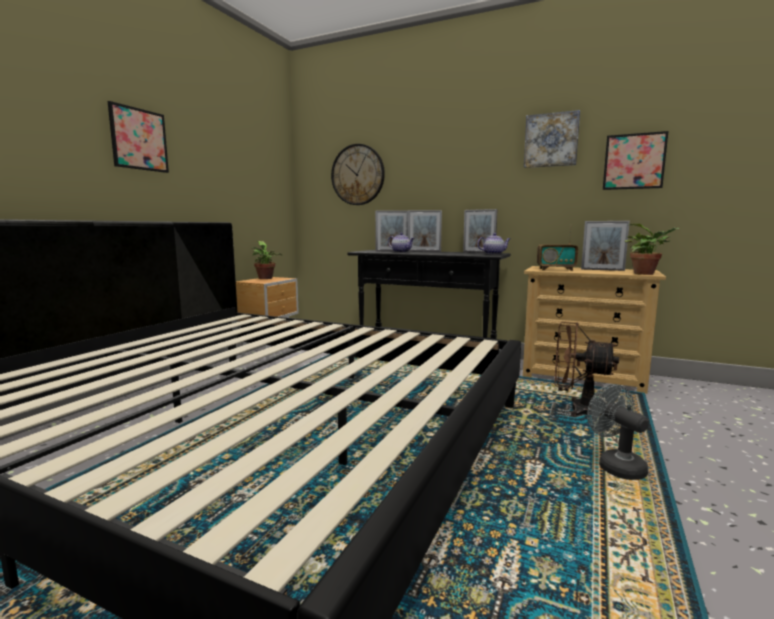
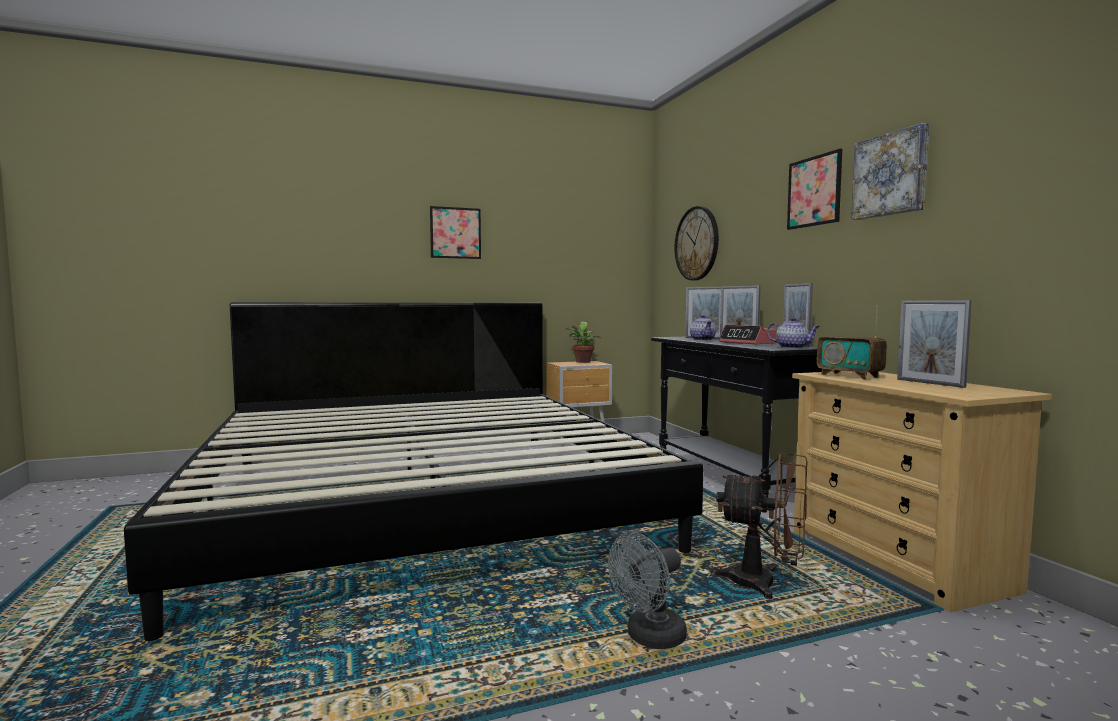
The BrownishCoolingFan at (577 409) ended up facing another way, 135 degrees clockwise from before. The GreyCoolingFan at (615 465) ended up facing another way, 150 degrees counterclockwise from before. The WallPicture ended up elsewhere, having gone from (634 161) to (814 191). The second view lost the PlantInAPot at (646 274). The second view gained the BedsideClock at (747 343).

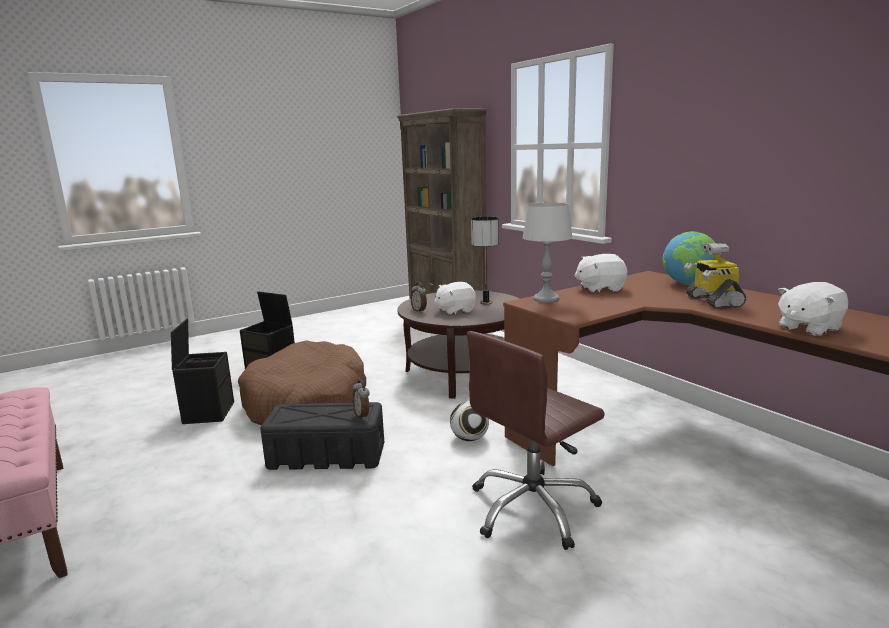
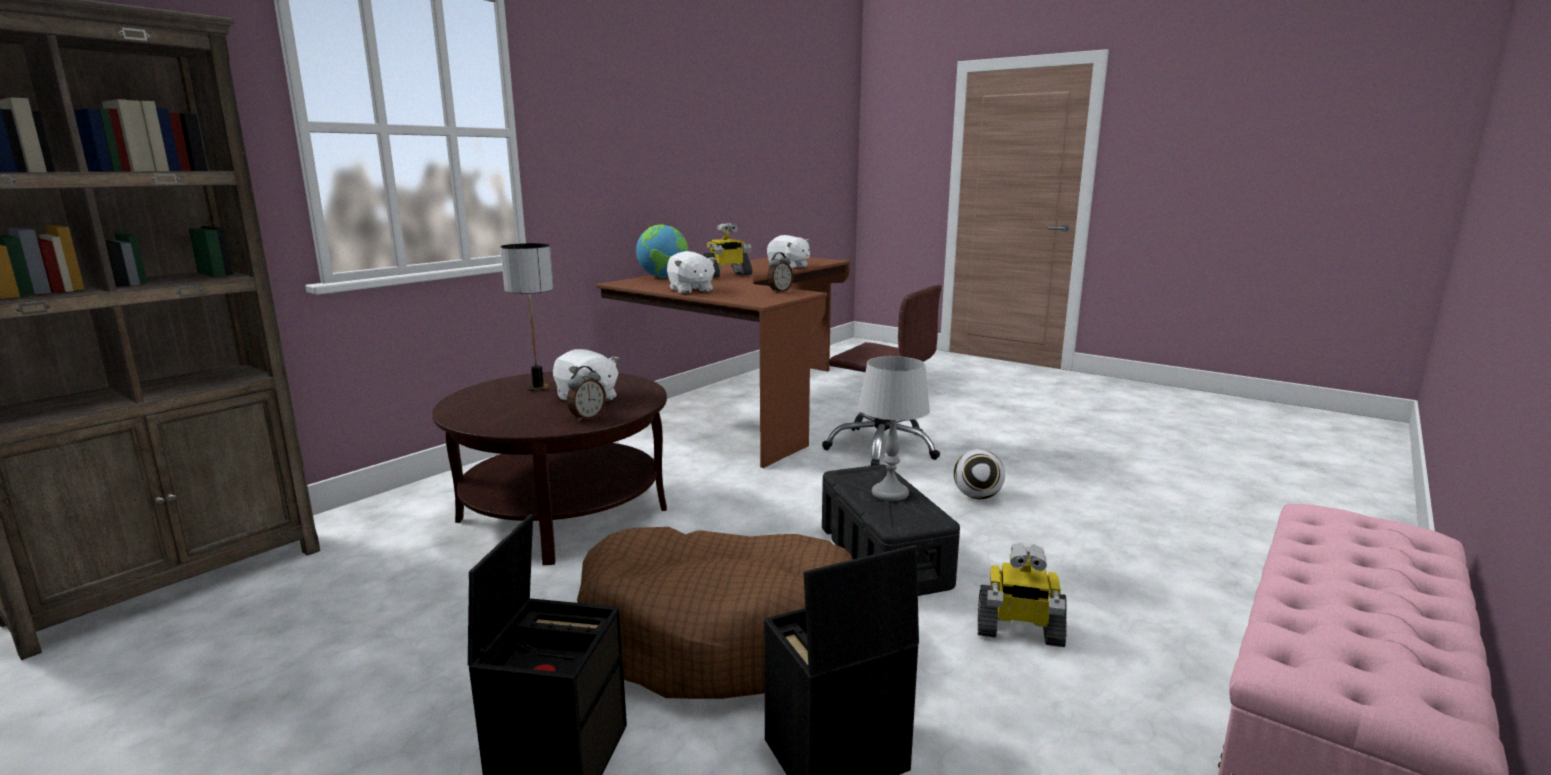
The BedsideClock ended up elsewhere, having gone from (362 416) to (779 291). The Football ended up elsewhere, having gone from (470 438) to (977 496). The GreyTableLamp ended up elsewhere, having gone from (546 299) to (890 493). The second view gained the ModelRobot at (1018 630).

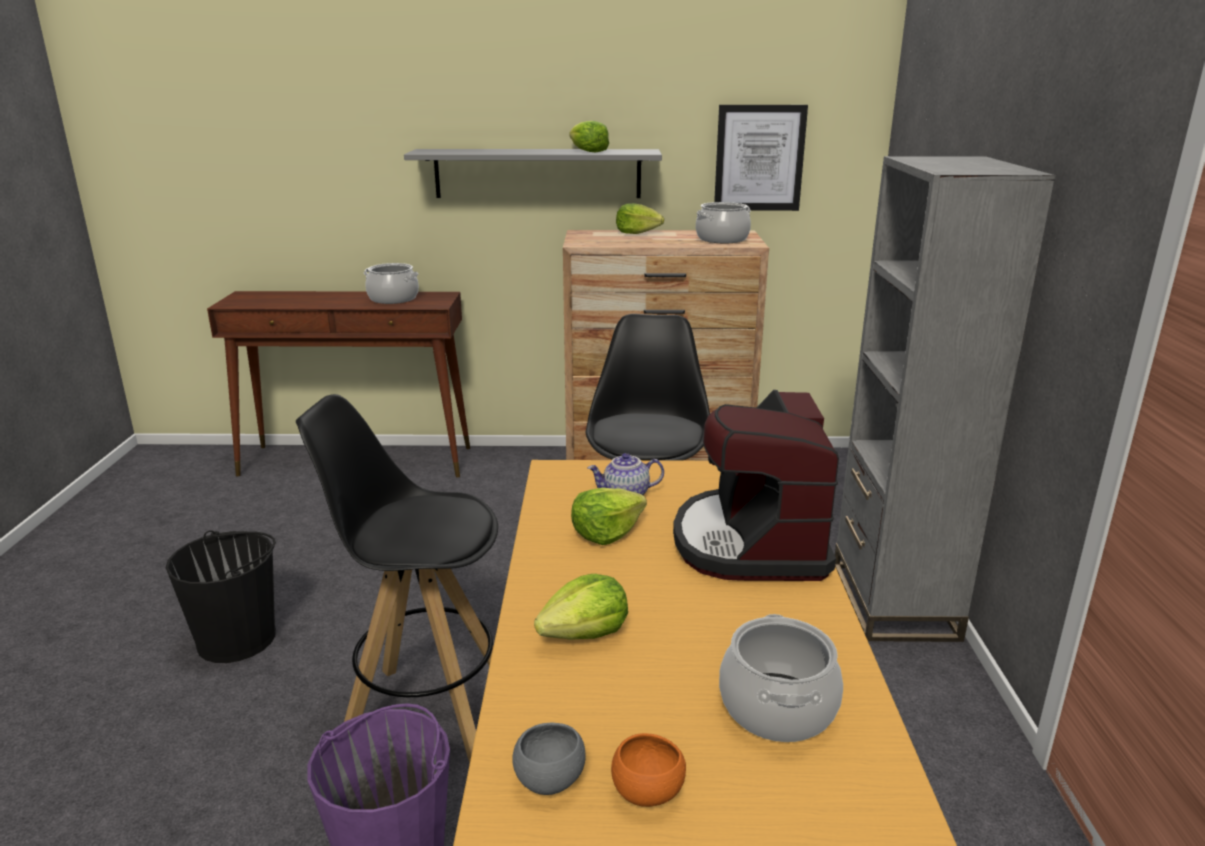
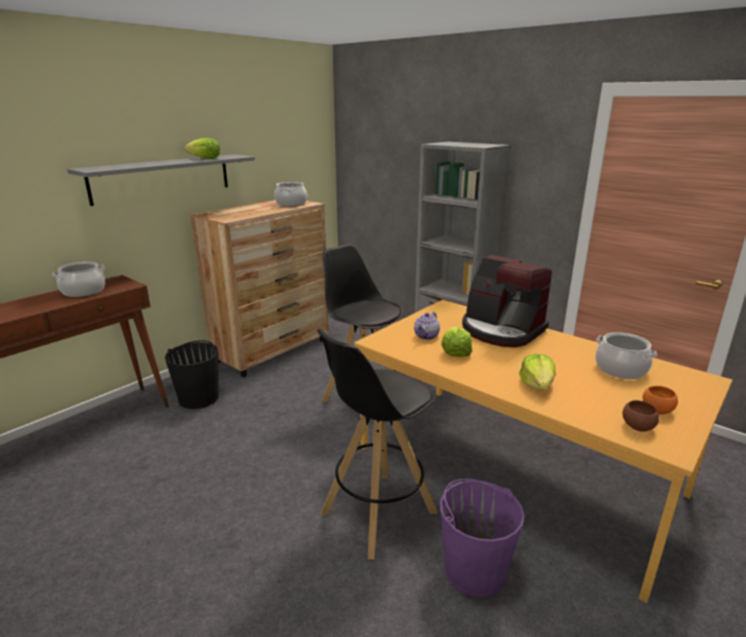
The BlackishPail ended up elsewhere, having gone from (237 639) to (199 398). What was the GreyDeepDish at (550 781) turned into the BrownishDeepDish at (637 427). The second view lost the LettuceHead at (637 233). The second view lost the WallPicture at (759 158).

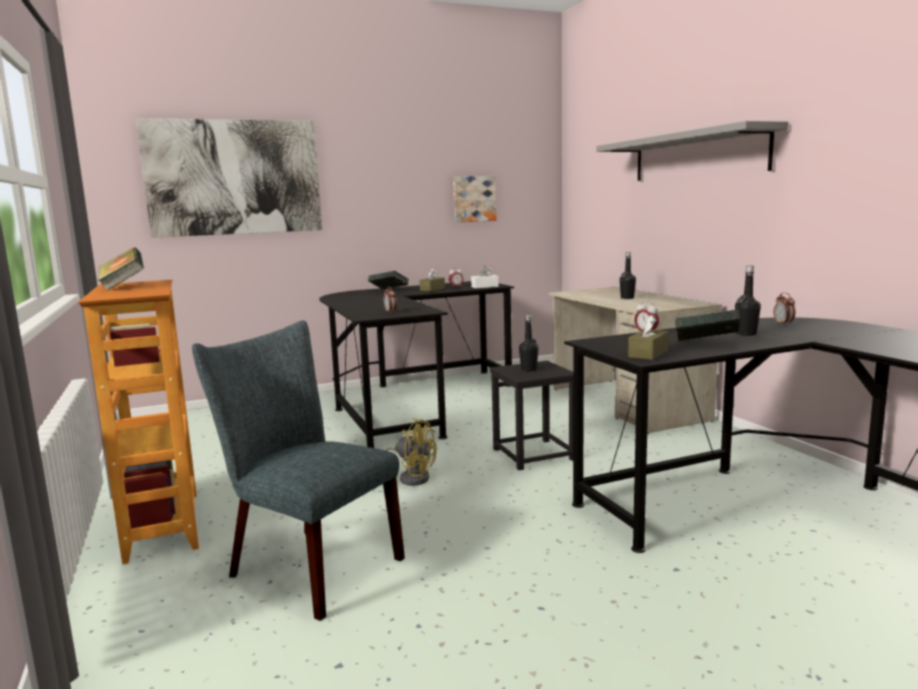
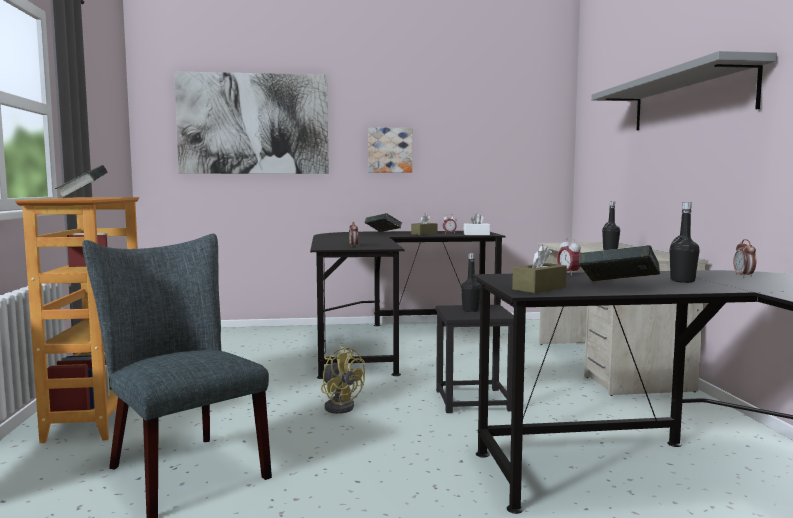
The WallPicture ended up elsewhere, having gone from (473 199) to (389 150).

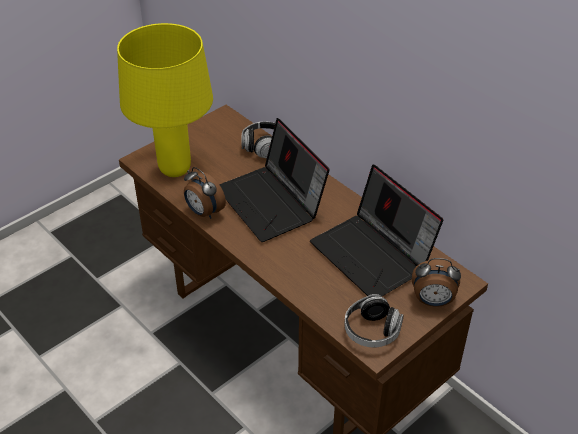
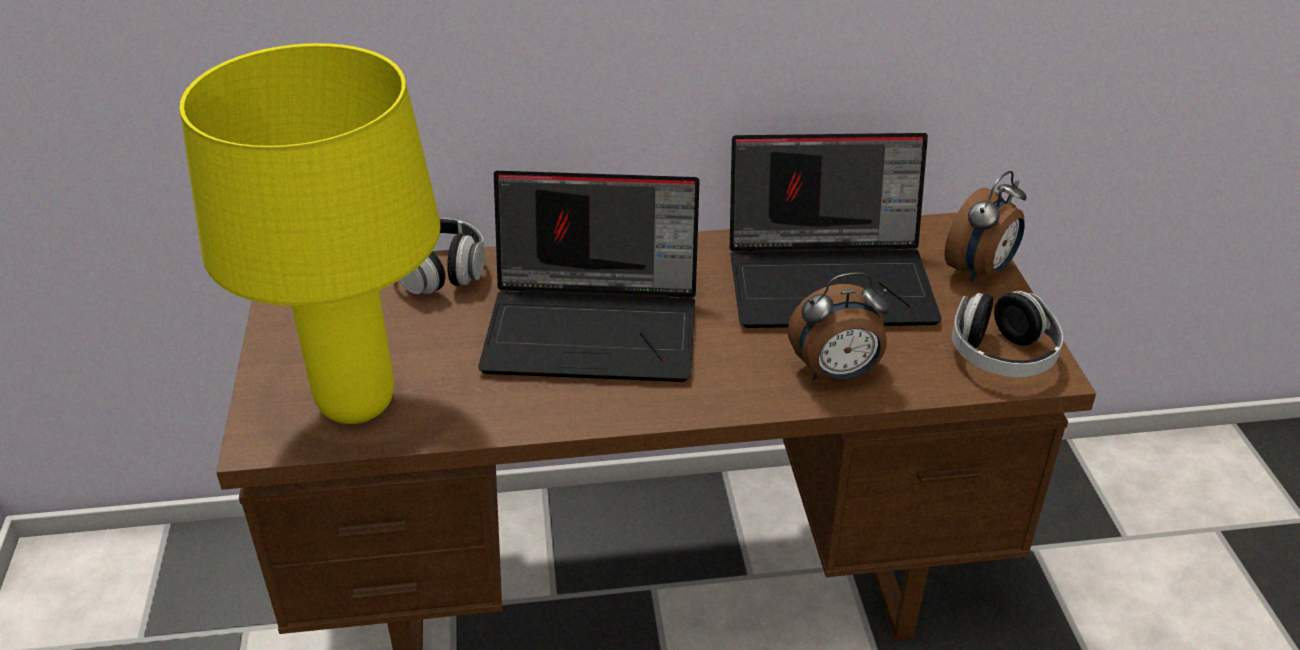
The BedsideClock ended up elsewhere, having gone from (204 212) to (836 374).

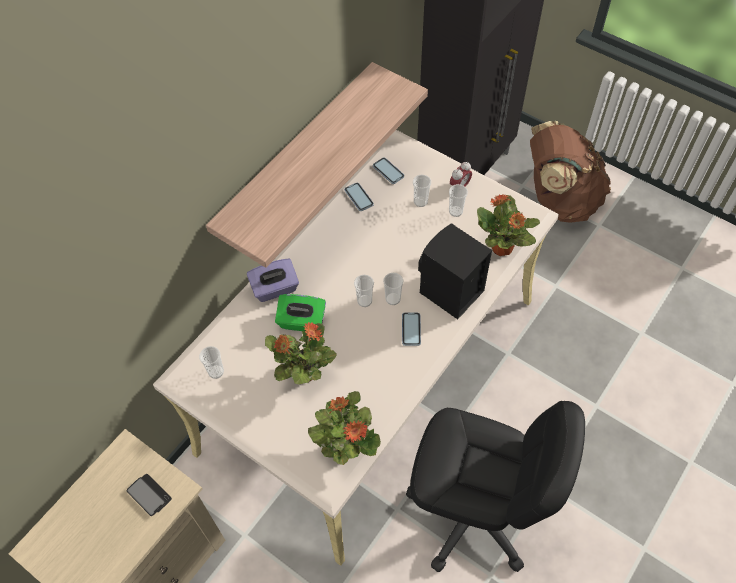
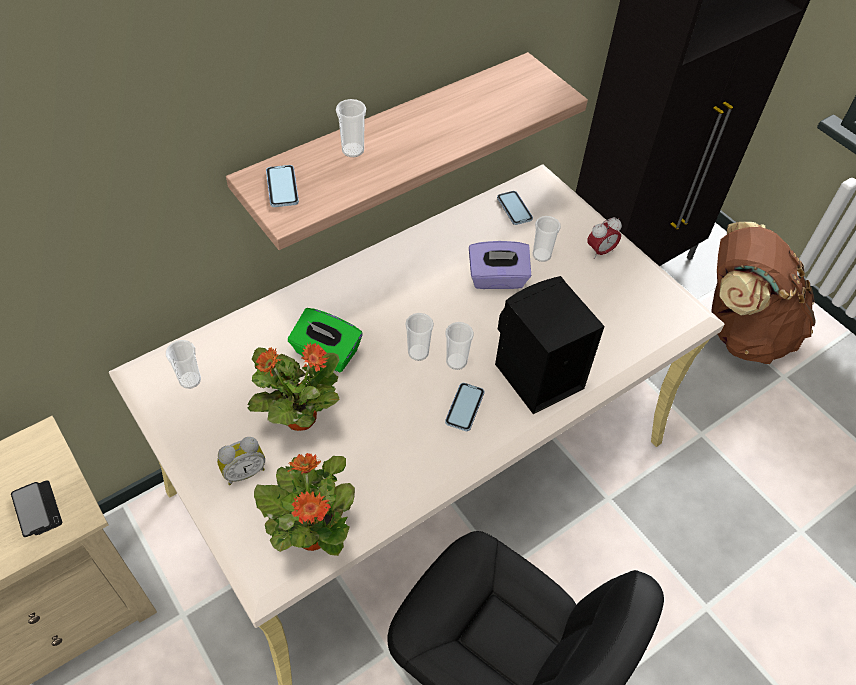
The PurplishBoxOfTissues ended up elsewhere, having gone from (275 289) to (497 279). The Handset ended up elsewhere, having gone from (359 197) to (282 187). The DrinkingCup ended up elsewhere, having gone from (455 211) to (353 150). The second view lost the PlantInAPot at (502 249). The second view gained the BedsideClock at (244 471).

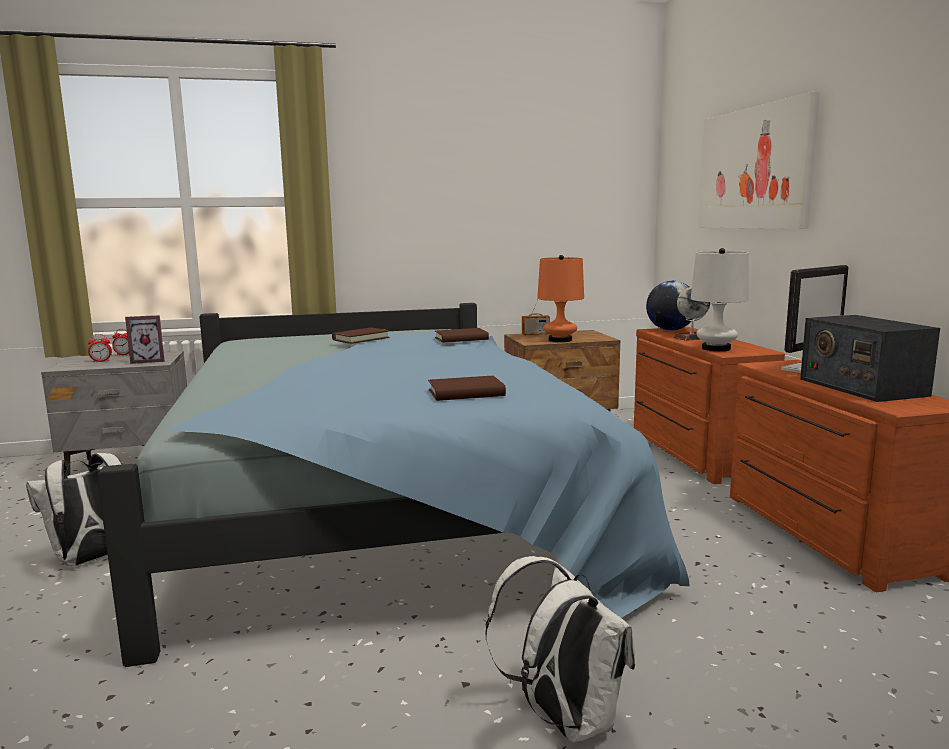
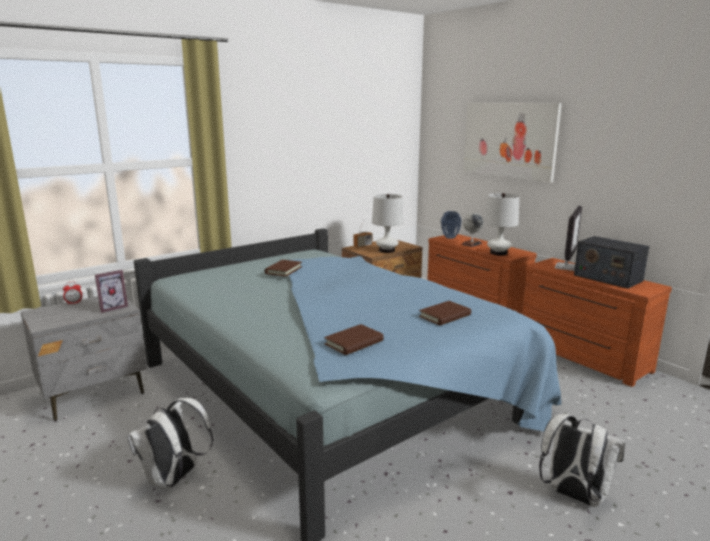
The second view lost the BedsideClock at (101 361). The BrownishBook ended up elsewhere, having gone from (461 339) to (354 342). What was the OrangeColouredTableLamp at (560 340) turned into the WhiteTableLamp at (387 250). Where the Globe stood at (670 330), the Vase came to stand at (449 237).

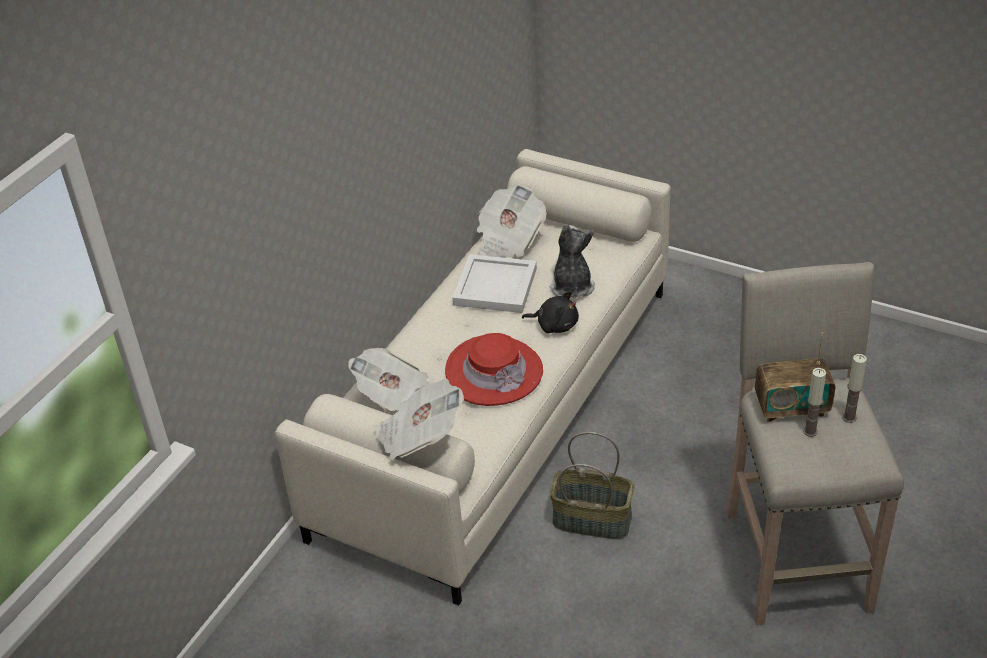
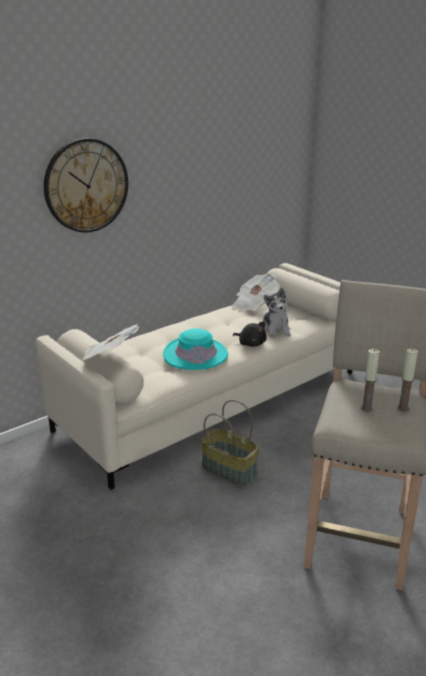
The second view lost the DailyPaper at (397 398). What was the ReddishClothingHat at (494 372) turned into the TurquoiseClothingHat at (195 355). The second view lost the WhiteTray at (494 287). The SoftToy at (571 286) ended up facing another way, 150 degrees clockwise from before. The second view lost the RadioReceiver at (791 408). The second view gained the ClockOnTheWall at (86 185).

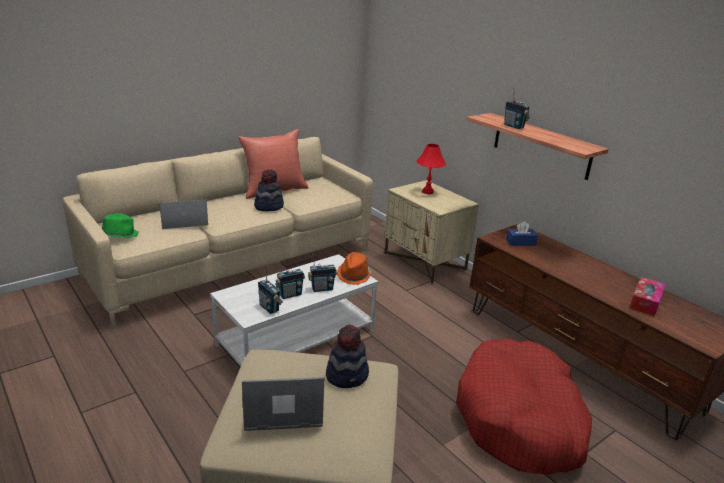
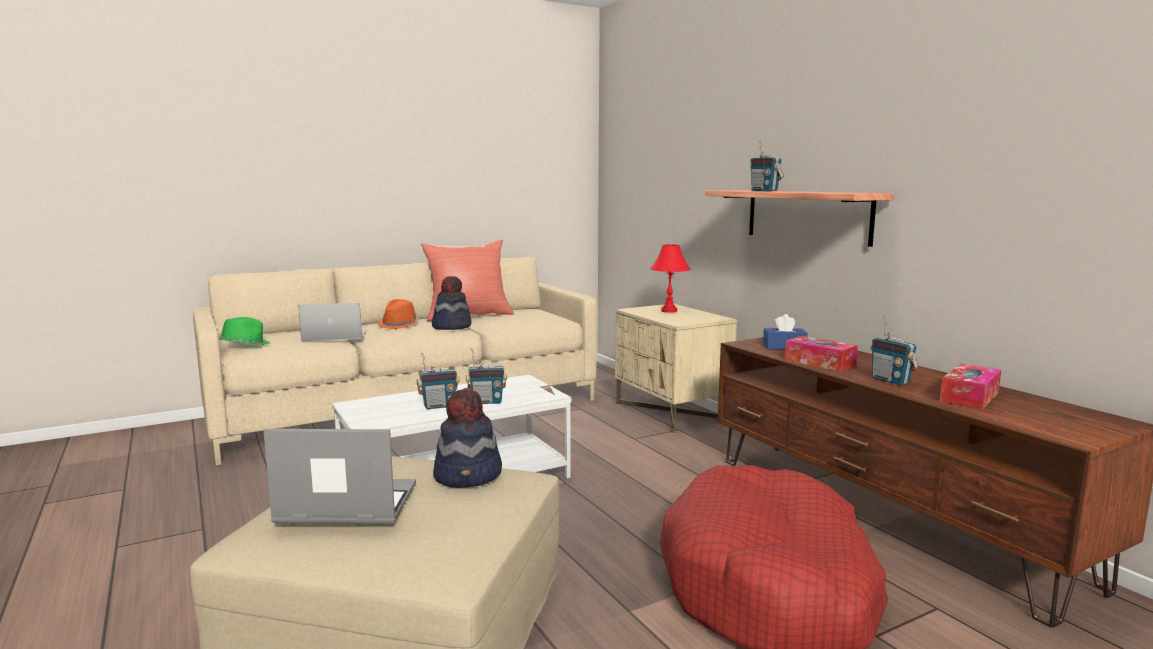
The RadioReceiver ended up elsewhere, having gone from (269 308) to (891 381). The OrangeColouredClothingHat ended up elsewhere, having gone from (354 275) to (399 325). The second view gained the BoxOfTissues at (819 362).

